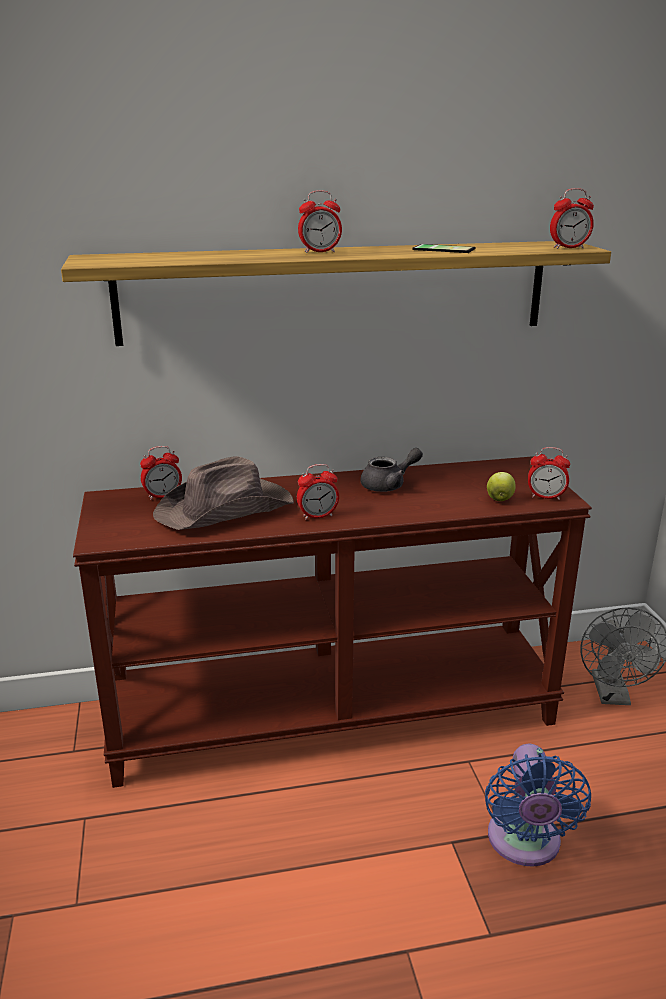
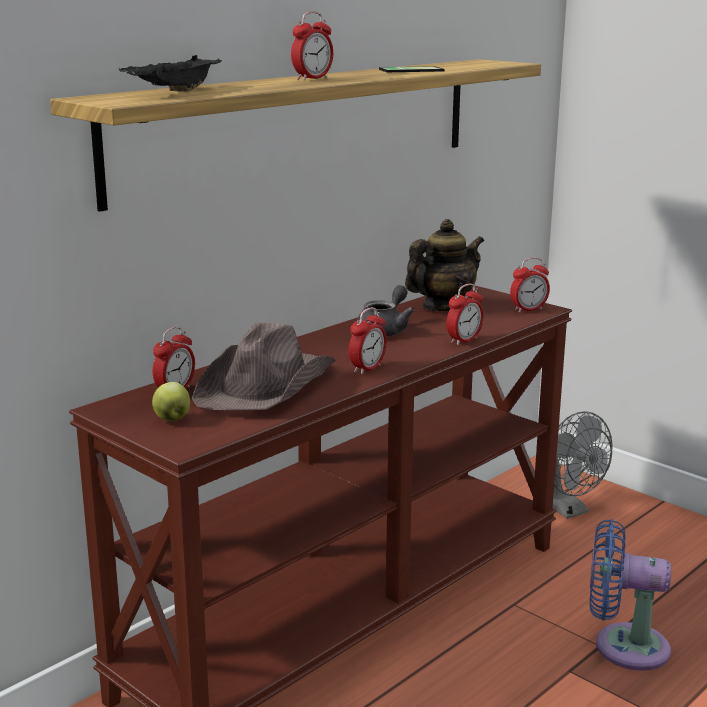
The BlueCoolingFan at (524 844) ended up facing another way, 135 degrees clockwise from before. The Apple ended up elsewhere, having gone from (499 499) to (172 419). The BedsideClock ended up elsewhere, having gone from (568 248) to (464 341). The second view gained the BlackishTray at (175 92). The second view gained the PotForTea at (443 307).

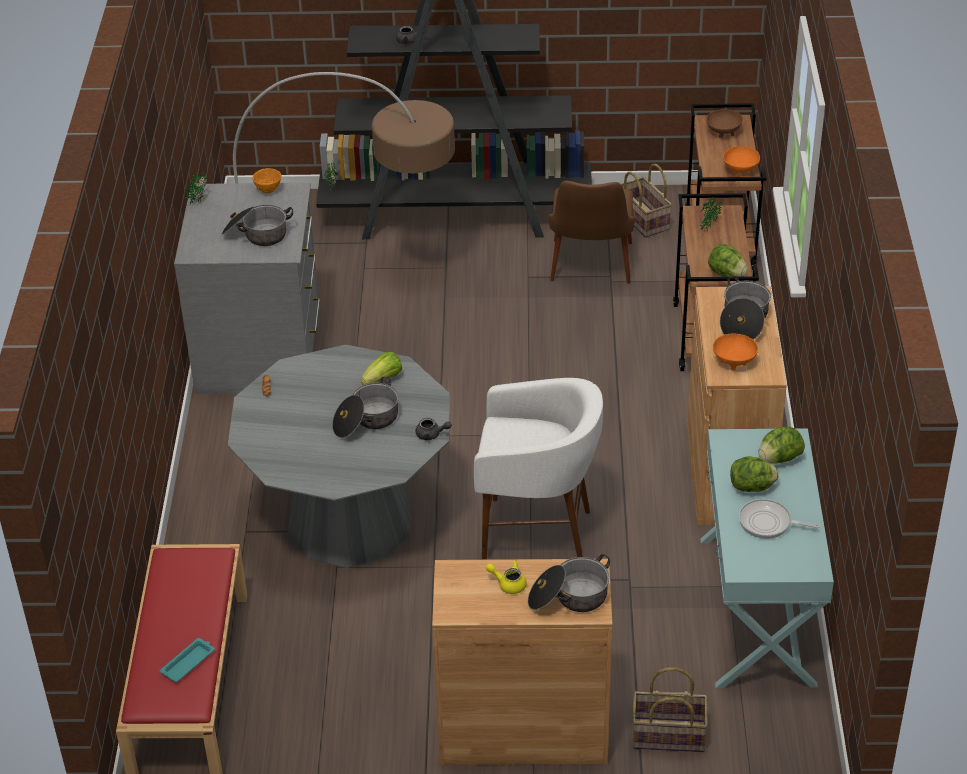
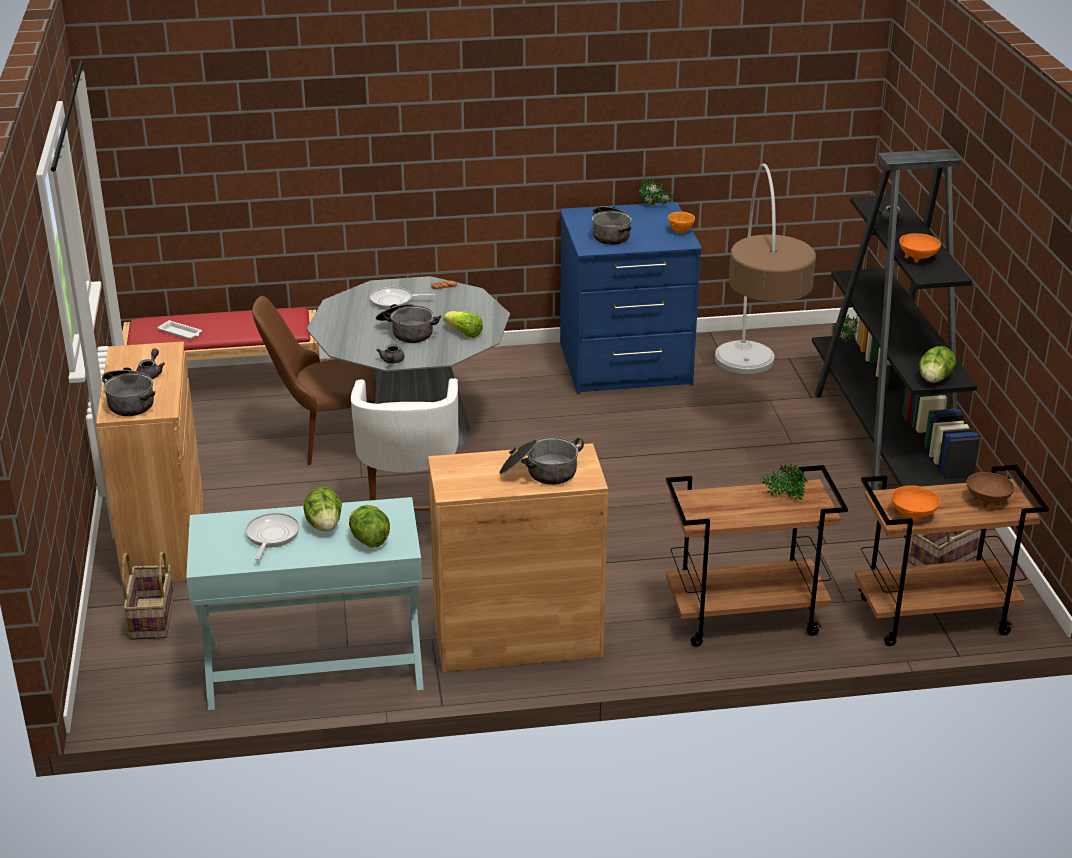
What was the TurquoiseTray at (189 662) turned into the WhiteTray at (181 333). What was the GreyDrawerChest at (261 352) turned into the BlueDrawerChest at (625 365). What was the YellowPotForTea at (508 583) turned into the GreyPotForTea at (151 373). The BrownishChair ended up elsewhere, having gone from (590 272) to (326 442). The LettuceHead ended up elsewhere, having gone from (726 274) to (934 379). The OrangeColouredDeepDish ended up elsewhere, having gone from (735 361) to (918 258). The second view gained the Pan at (394 301).

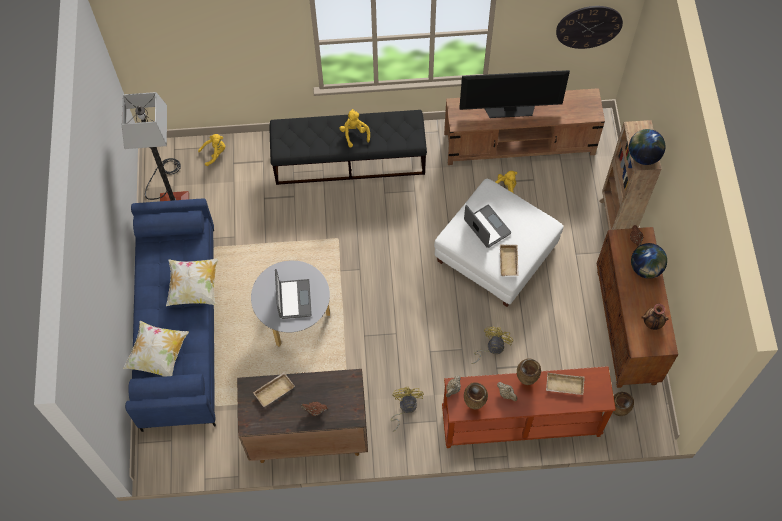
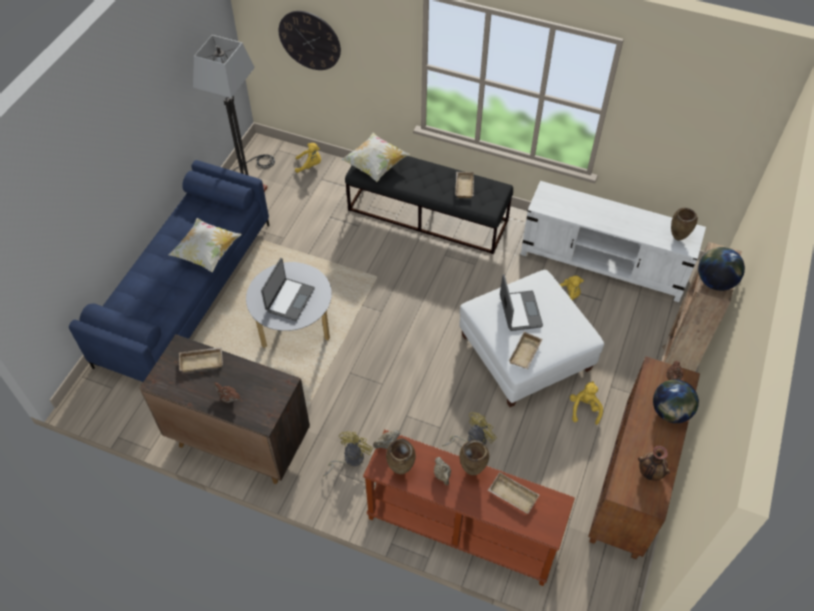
The ThrowPillow ended up elsewhere, having gone from (158 354) to (375 166). The YellowSoftToy ended up elsewhere, having gone from (354 134) to (584 409). What was the BrownishTvUnit at (519 144) turned into the WhiteTvUnit at (603 263). The second view lost the Television at (510 109). The ClockOnTheWall ended up elsewhere, having gone from (589 26) to (309 40). The BrownishVase ended up elsewhere, having gone from (617 411) to (677 238). The second view gained the BeigeTray at (463 186).

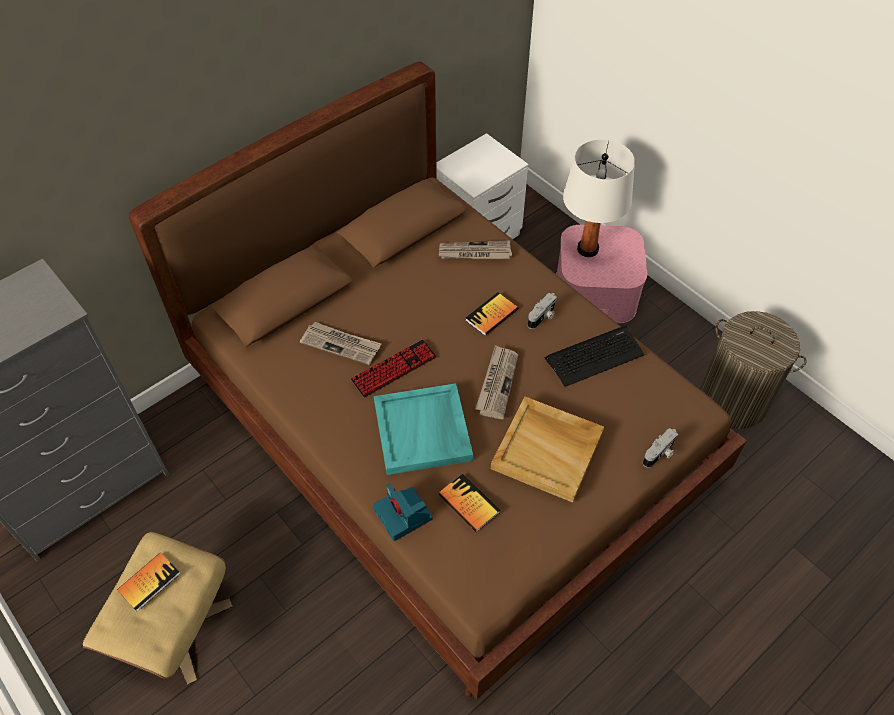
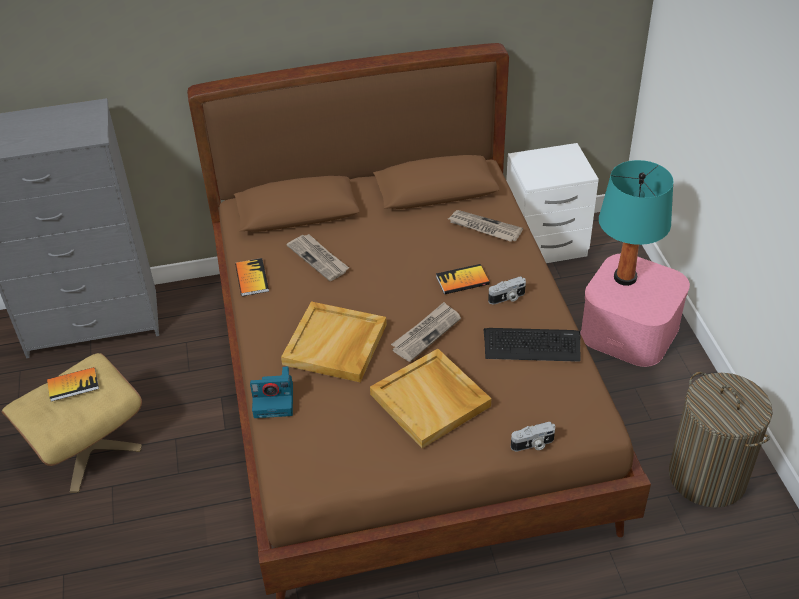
The second view lost the PcKeyboard at (394 369). The StillCamera at (404 515) ended up facing another way, 90 degrees counterclockwise from before. What was the TurquoiseTray at (423 431) turned into the BeigeTray at (335 345). The Book ended up elsewhere, having gone from (469 503) to (252 278). What was the WhiteTableLamp at (588 249) turned into the TurquoiseTableLamp at (625 277).

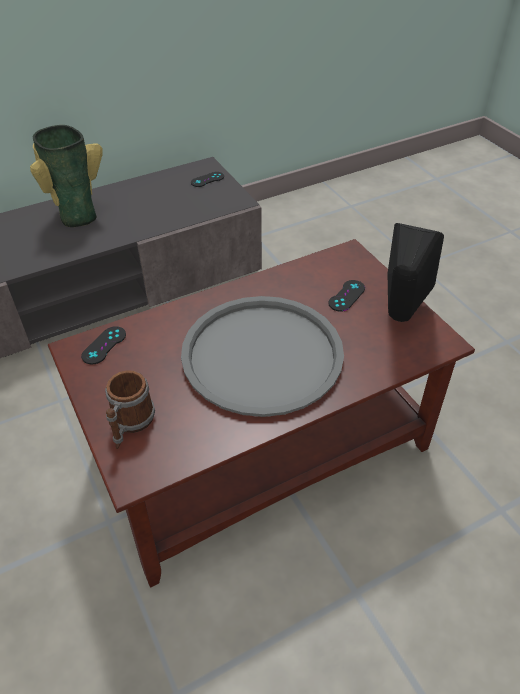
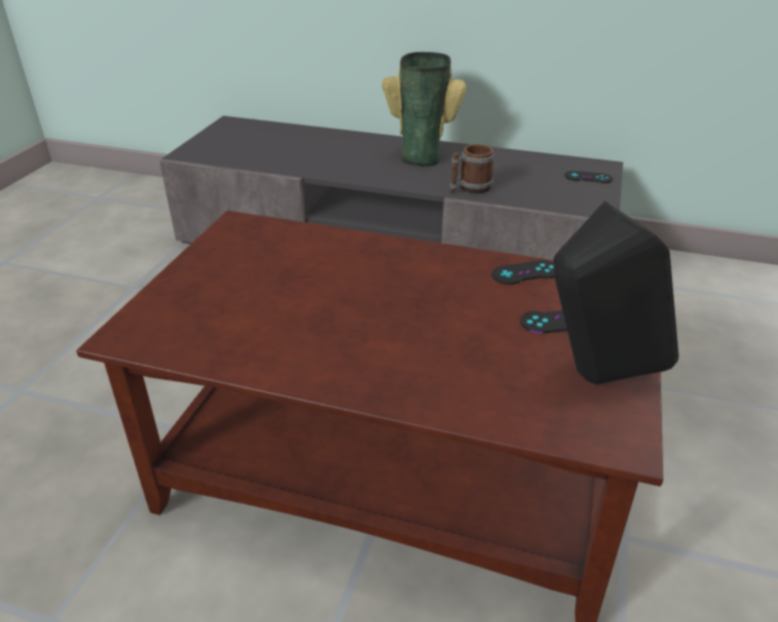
The BlackishJoypad ended up elsewhere, having gone from (104 345) to (526 273). The TeaMug ended up elsewhere, having gone from (130 424) to (469 188). The second view lost the GreyTray at (262 355).

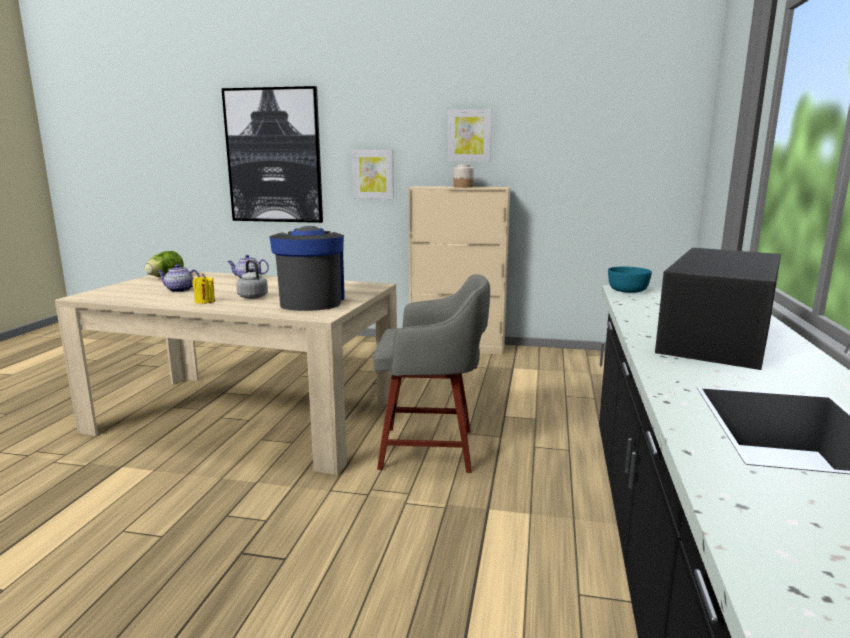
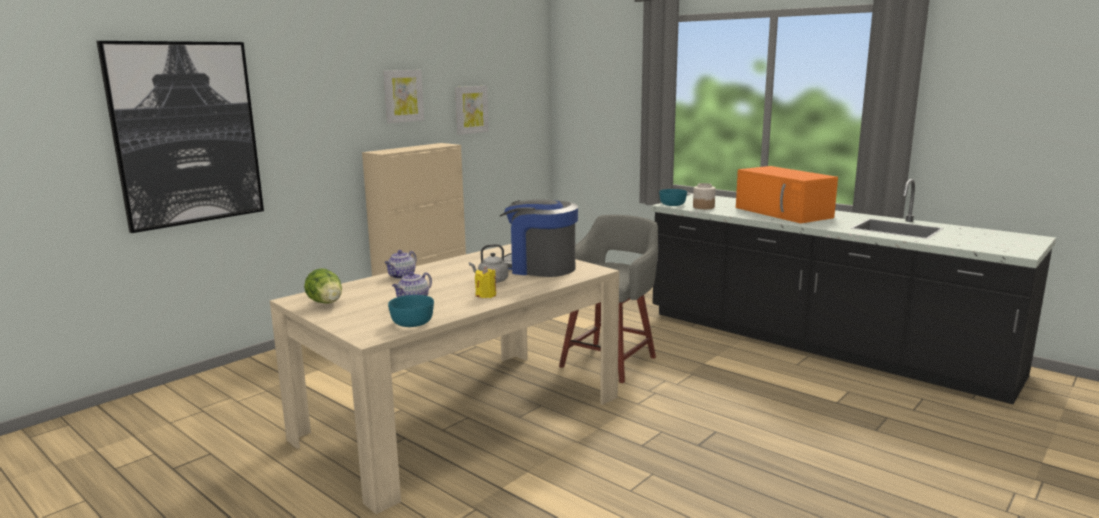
The WallPicture ended up elsewhere, having gone from (373 174) to (471 109). The PreserveJar ended up elsewhere, having gone from (463 187) to (703 207). What was the BlackishMicrowaveOven at (717 338) turned into the OrangeColouredMicrowaveOven at (784 213). The second view gained the TurquoiseDeepDish at (412 322).

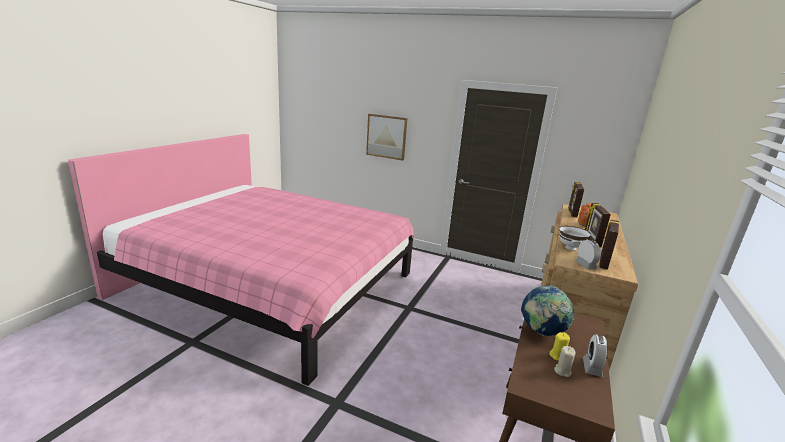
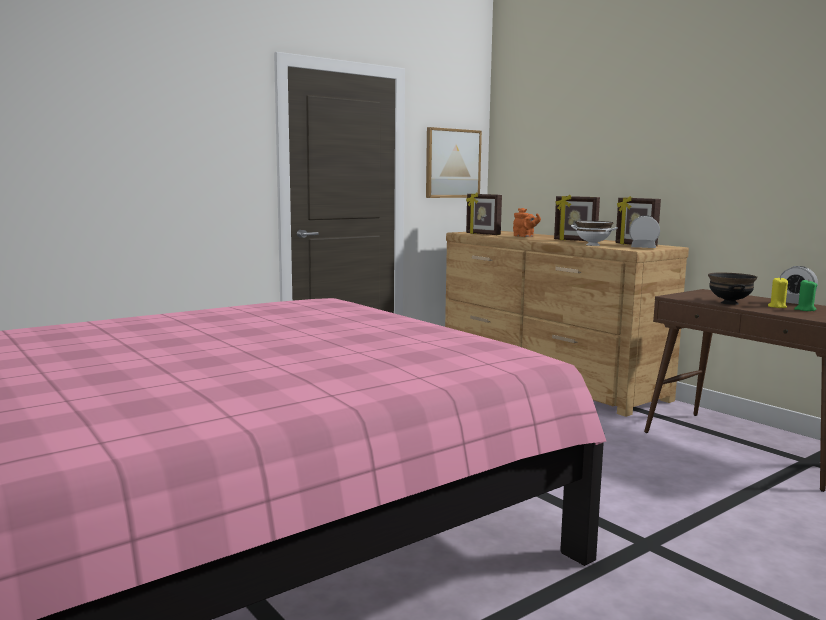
The WallPicture ended up elsewhere, having gone from (386 136) to (452 163). Where the Globe stood at (541 332), the BlackishDeepDish came to stand at (730 303). What was the BeigeWaxLight at (562 371) turned into the GreenishWaxLight at (805 310).

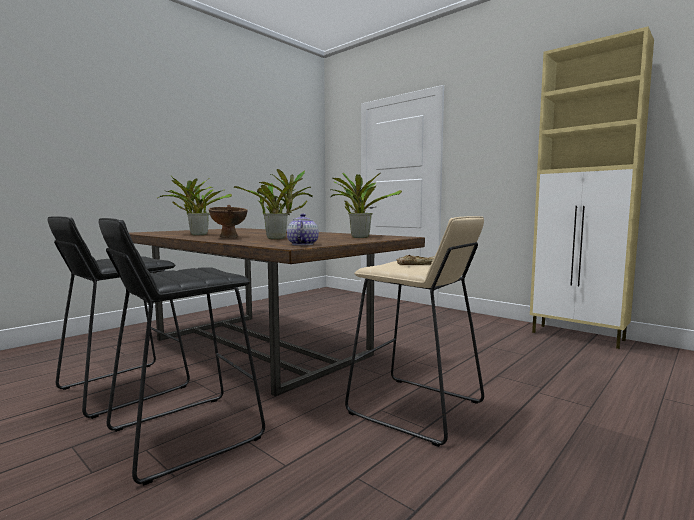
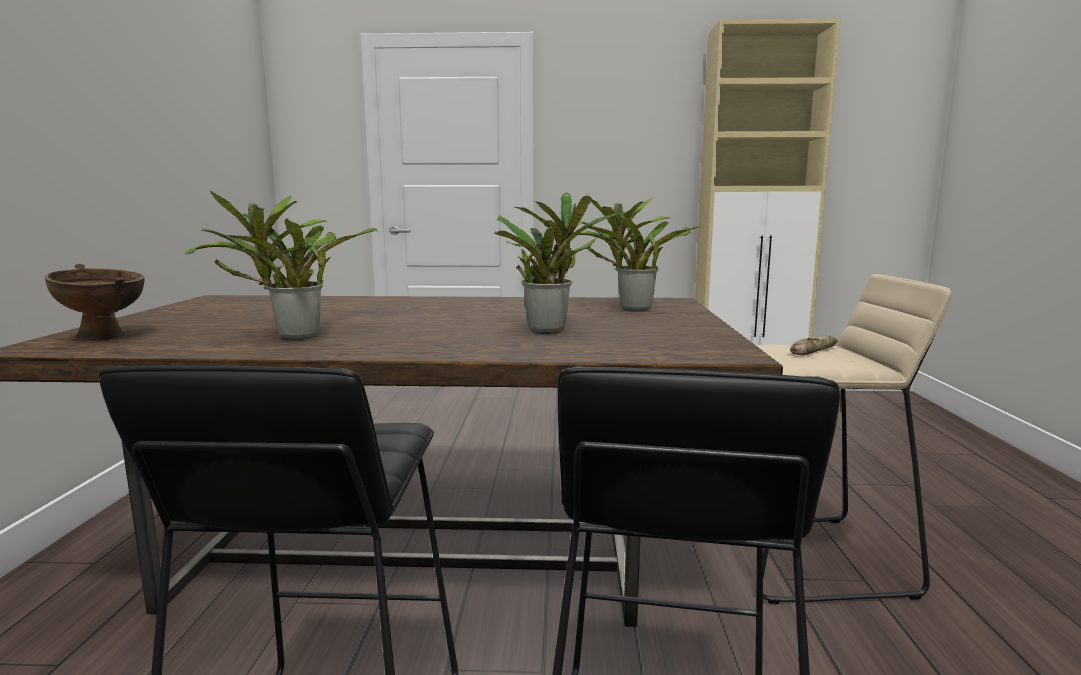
The BrownishDeepDish ended up elsewhere, having gone from (229 237) to (106 337). The second view lost the PotForTea at (302 244).

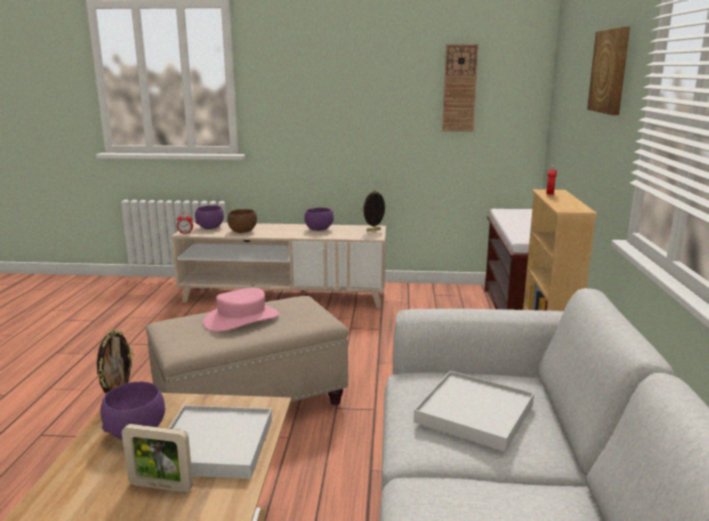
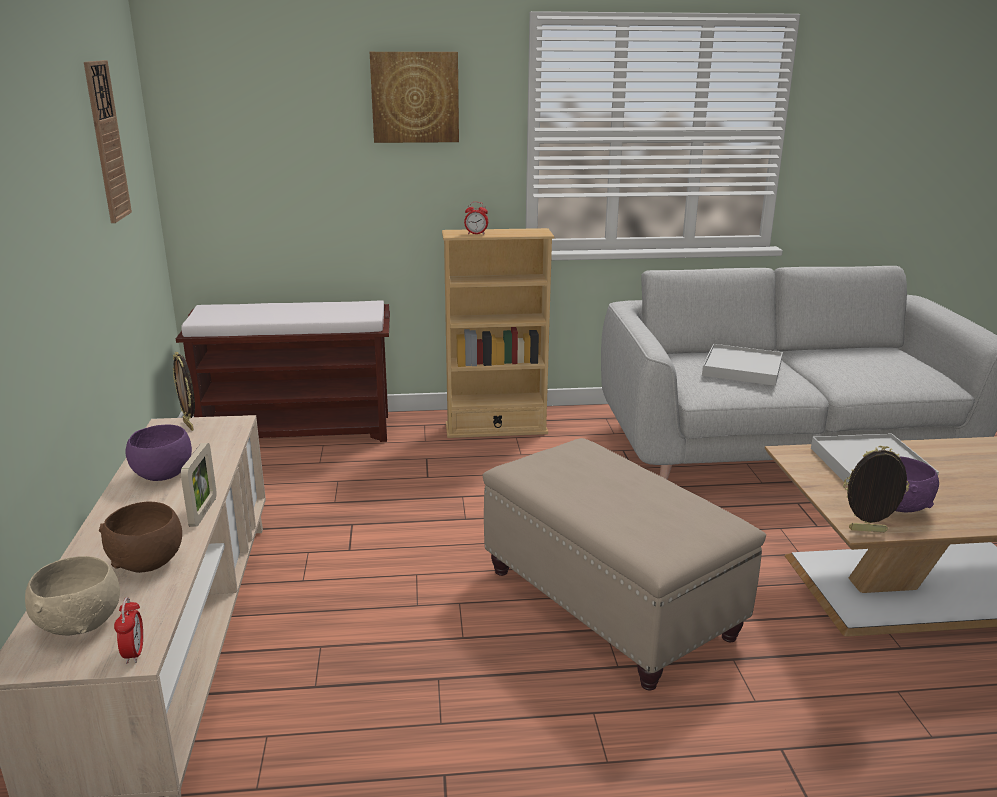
The PhotoFrame ended up elsewhere, having gone from (161 486) to (203 512). What was the PurplishDeepDish at (210 227) turned into the BeigeDeepDish at (81 623). The second view lost the PinkClothingHat at (242 319).

